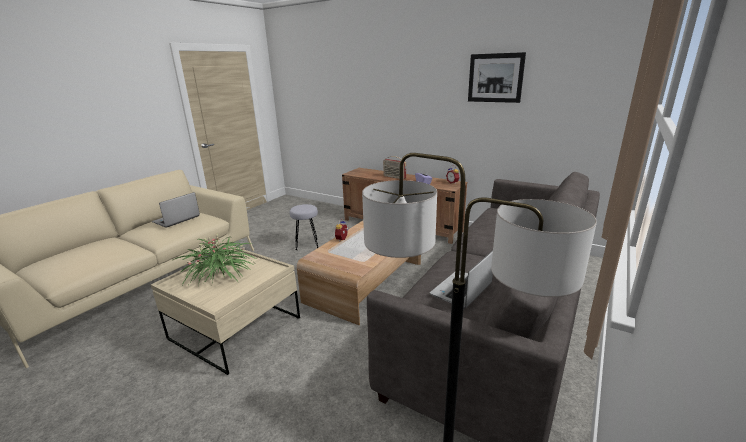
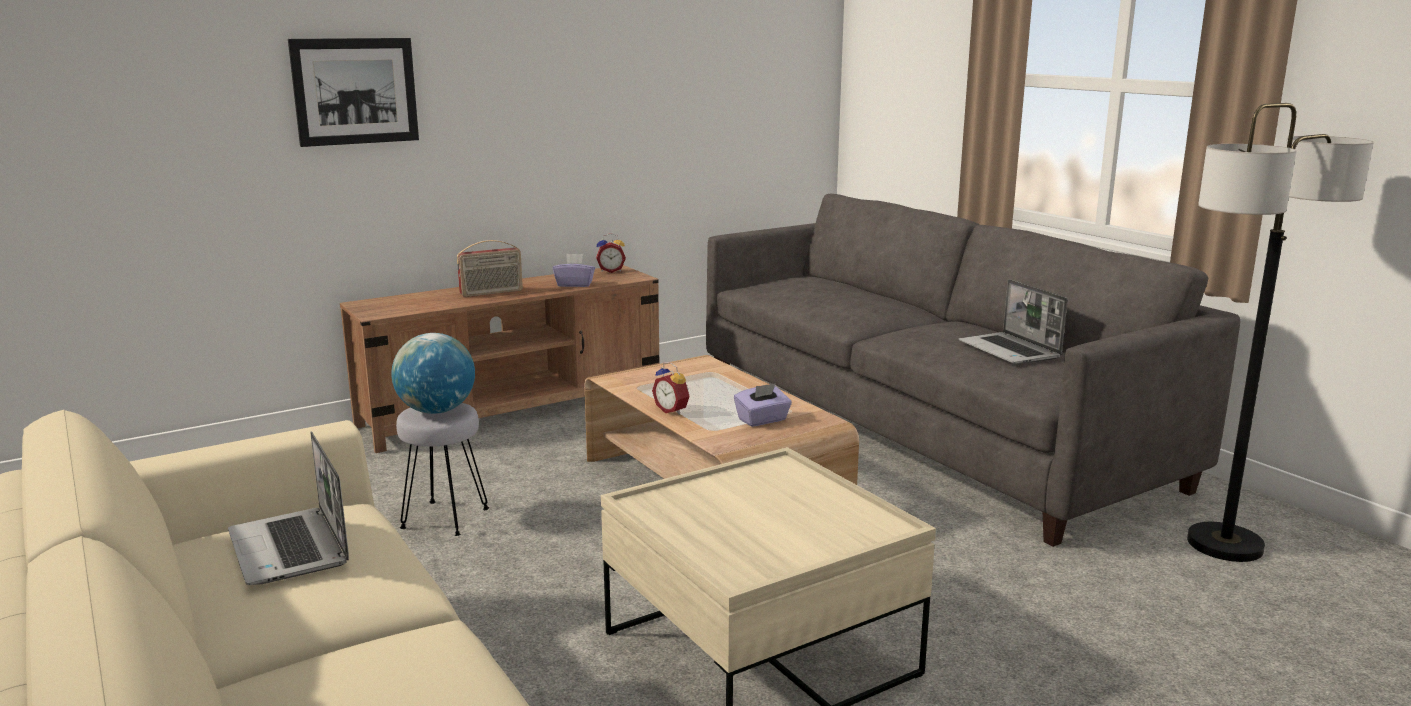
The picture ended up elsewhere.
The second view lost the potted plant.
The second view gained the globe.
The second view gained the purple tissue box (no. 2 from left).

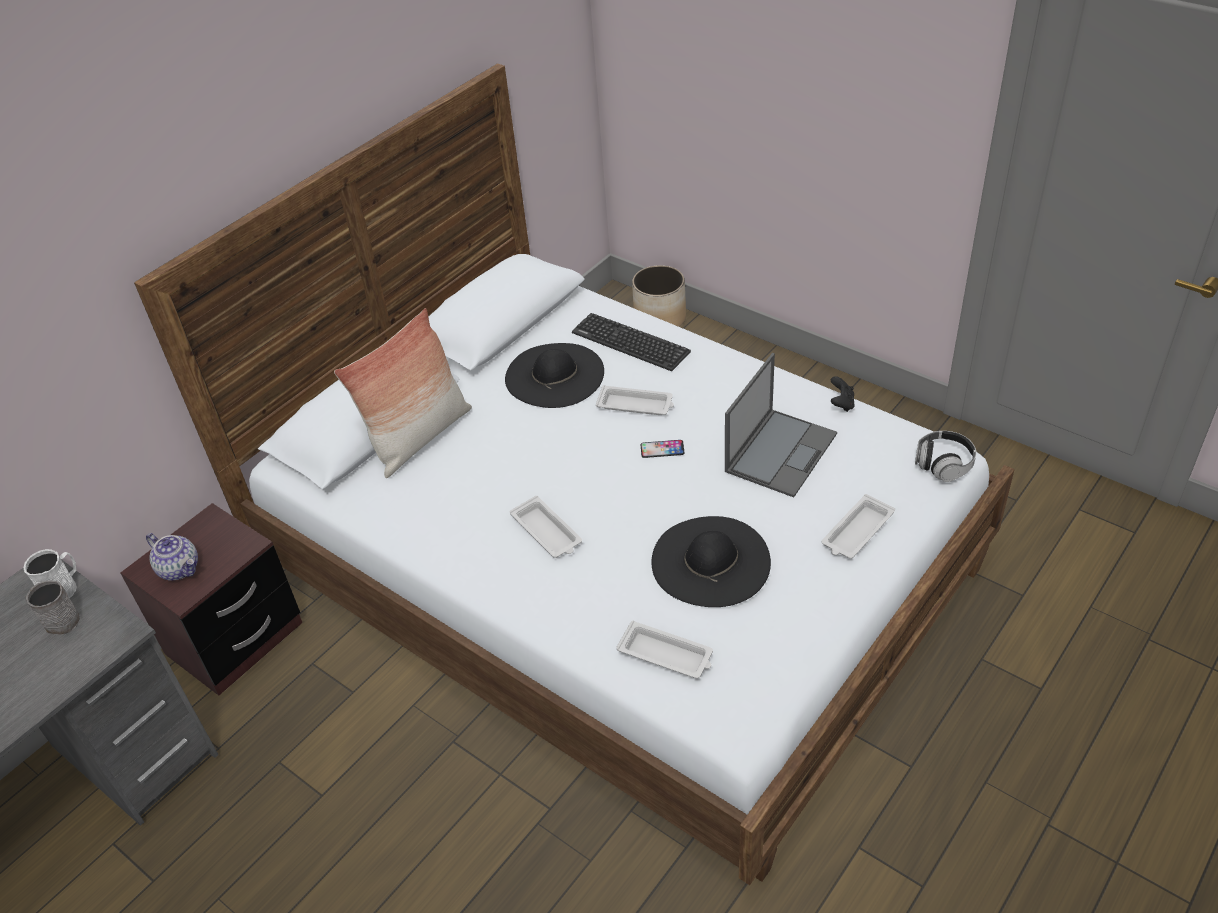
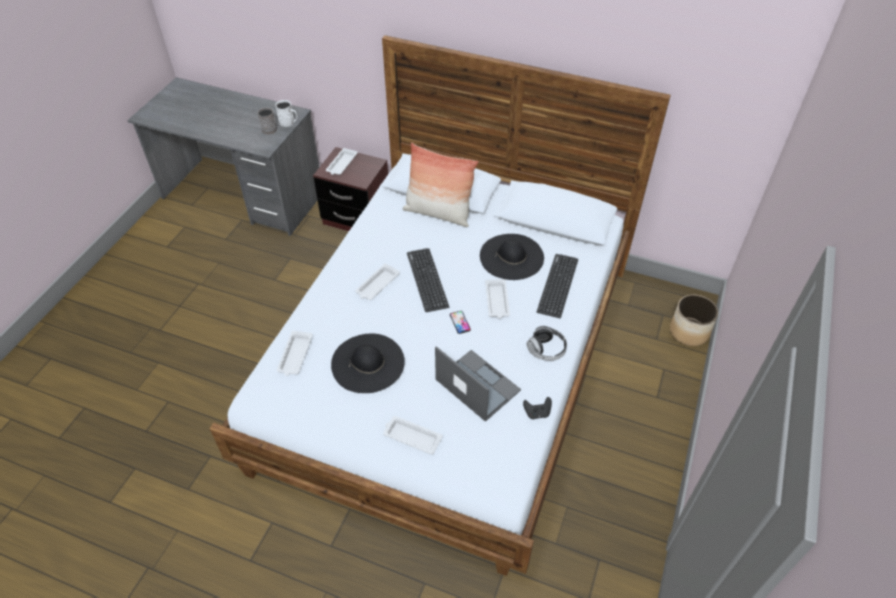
The laptop ended up facing another way, 150 degrees counterclockwise from before.
The headphones ended up elsewhere.
Where the teapot stood, the white tray (no. 2 from left) came to stand.
The second view gained the keyboard (no. 1 from left).

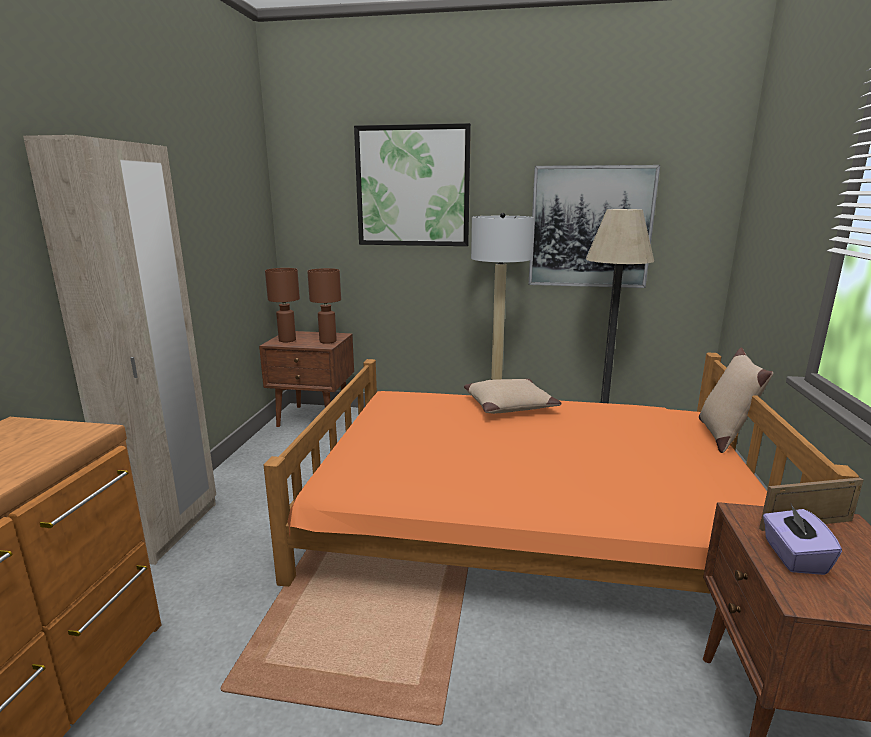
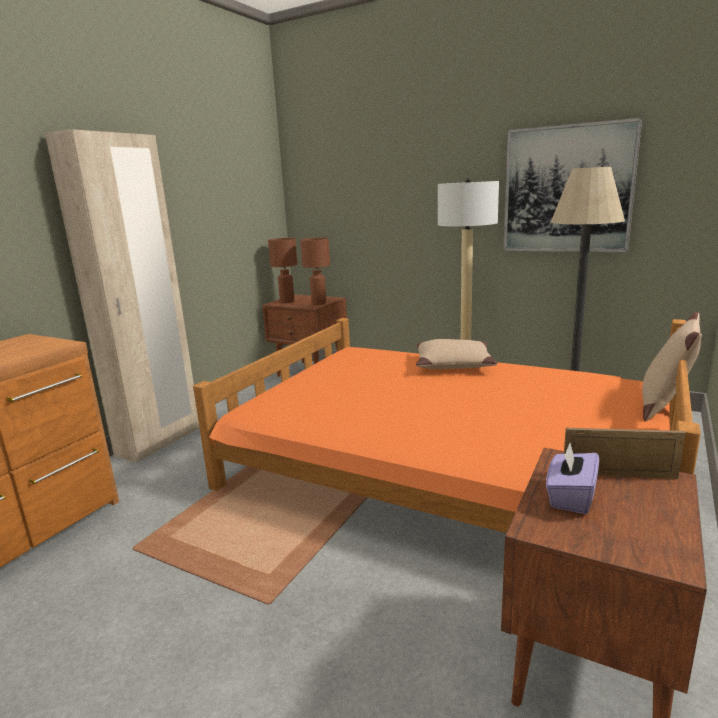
The second view lost the picture (no. 1 from left).

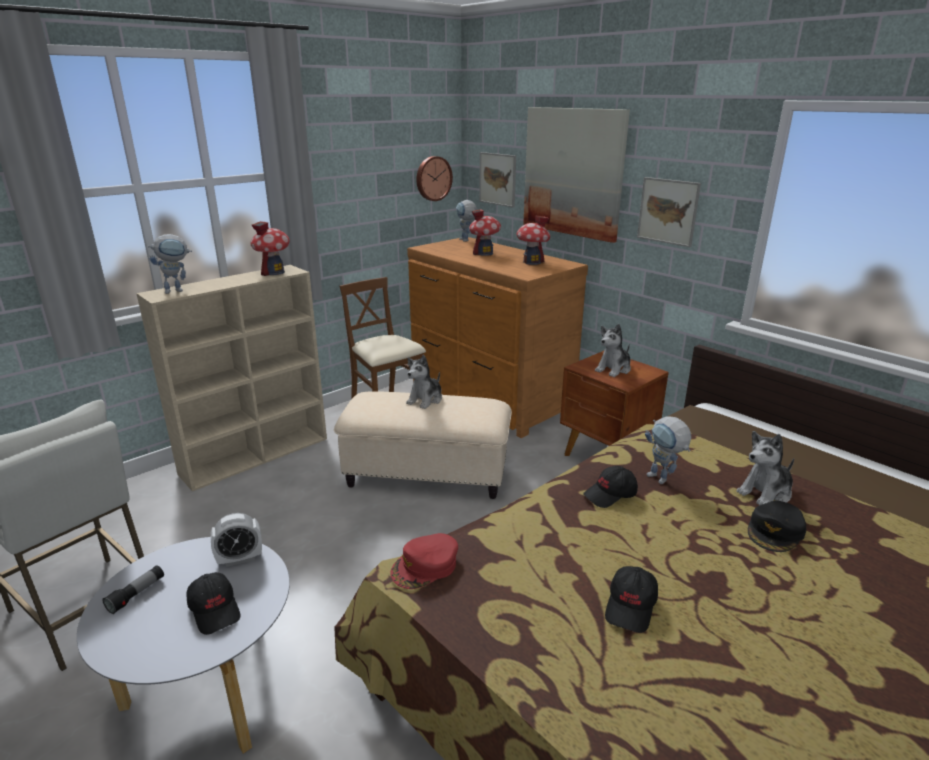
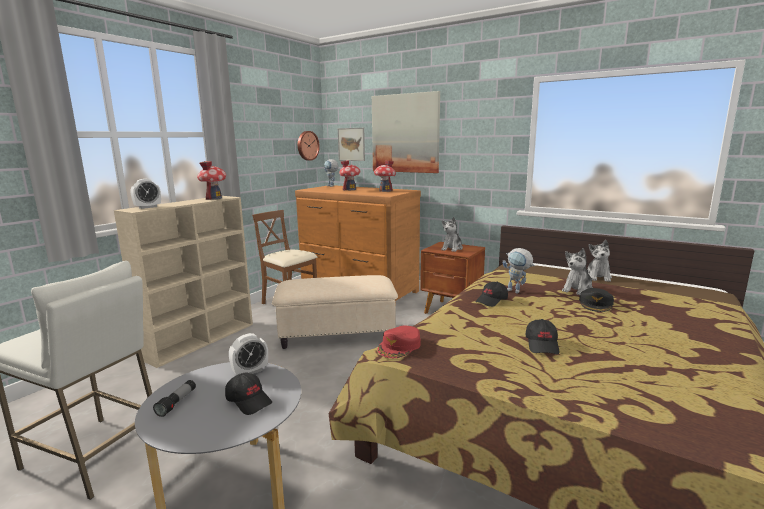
The second view lost the picture (no. 3 from left).
Where the toy robot (no. 1 from left) stood, the alarm clock (no. 1 from left) came to stand.
The plush toy (no. 1 from left in the first image) ended up elsewhere.

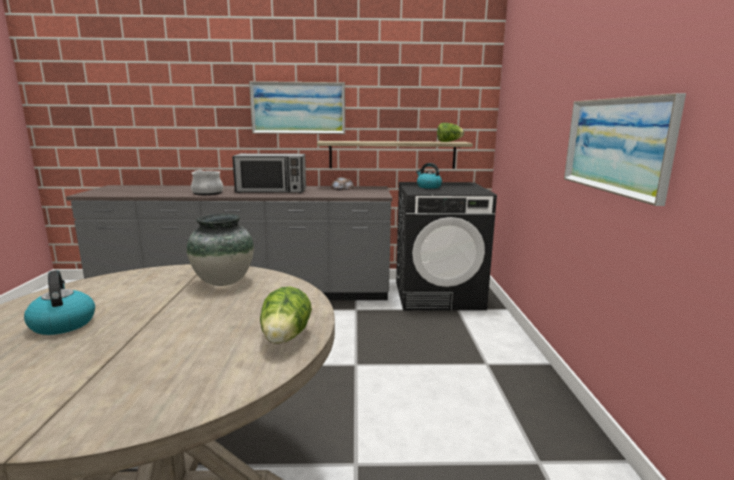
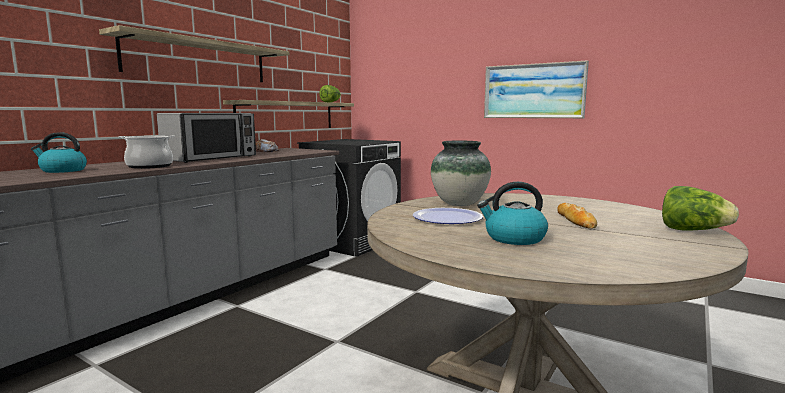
Where the picture (no. 1 from left) hung, the shelf (no. 1 from left) came to hang.
The kettle (no. 2 from left in the first image) ended up elsewhere.
The lettuce (no. 1 from left in the first image) ended up elsewhere.
The second view gained the bread (no. 2 from left).
The second view gained the plate.

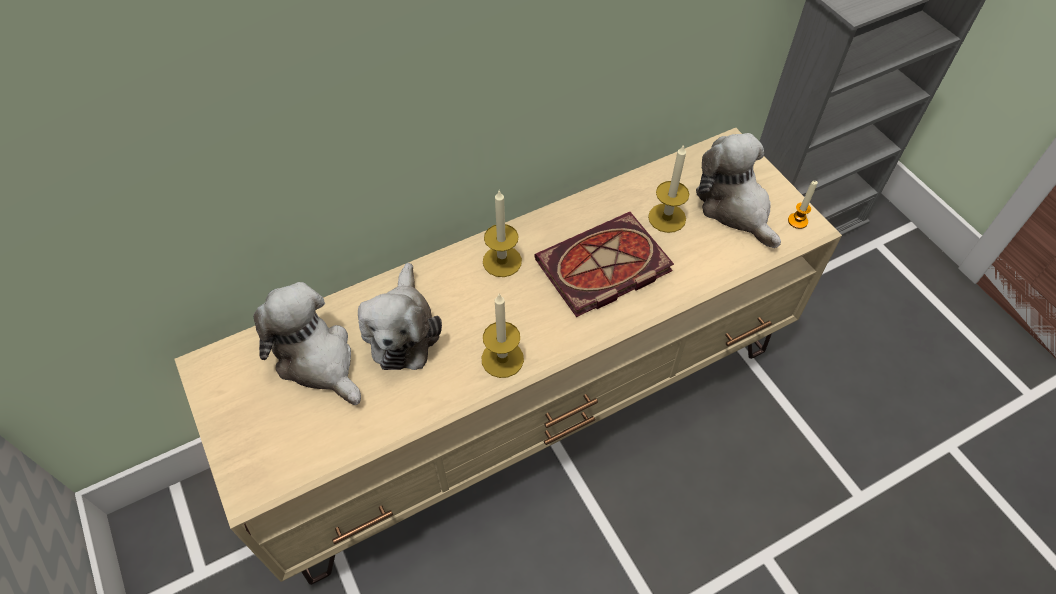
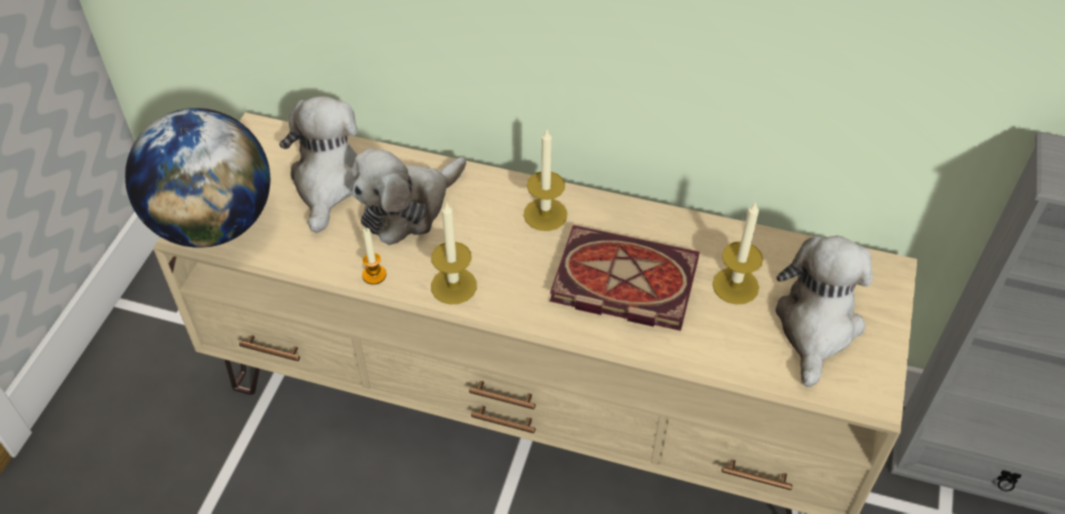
The candle (no. 4 from left in the first image) ended up elsewhere.
The second view gained the globe.

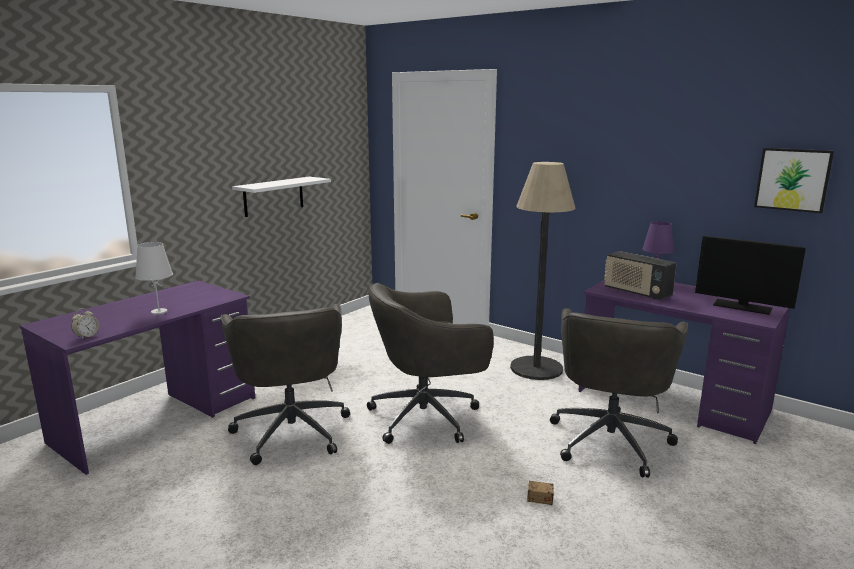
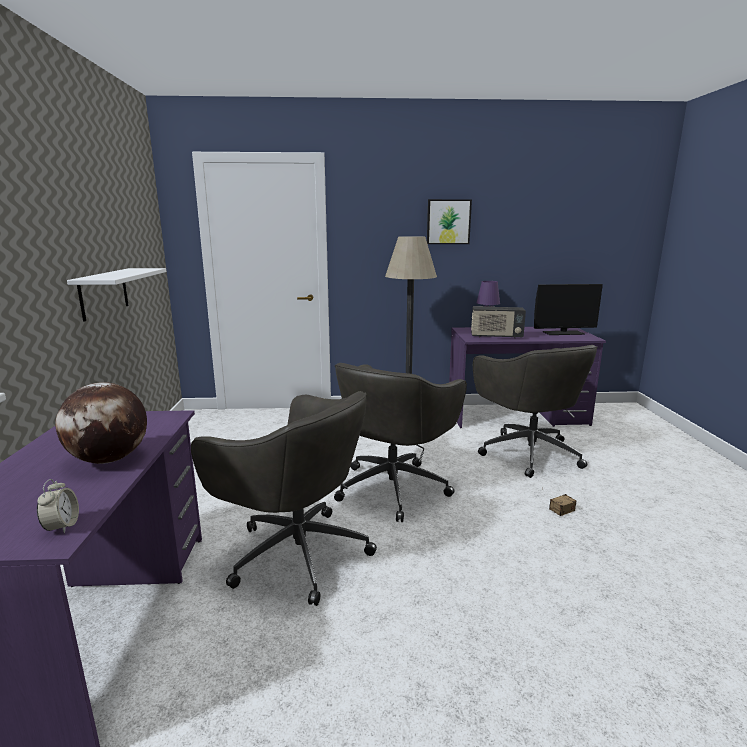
The picture ended up elsewhere.
Where the white table lamp stood, the globe came to stand.

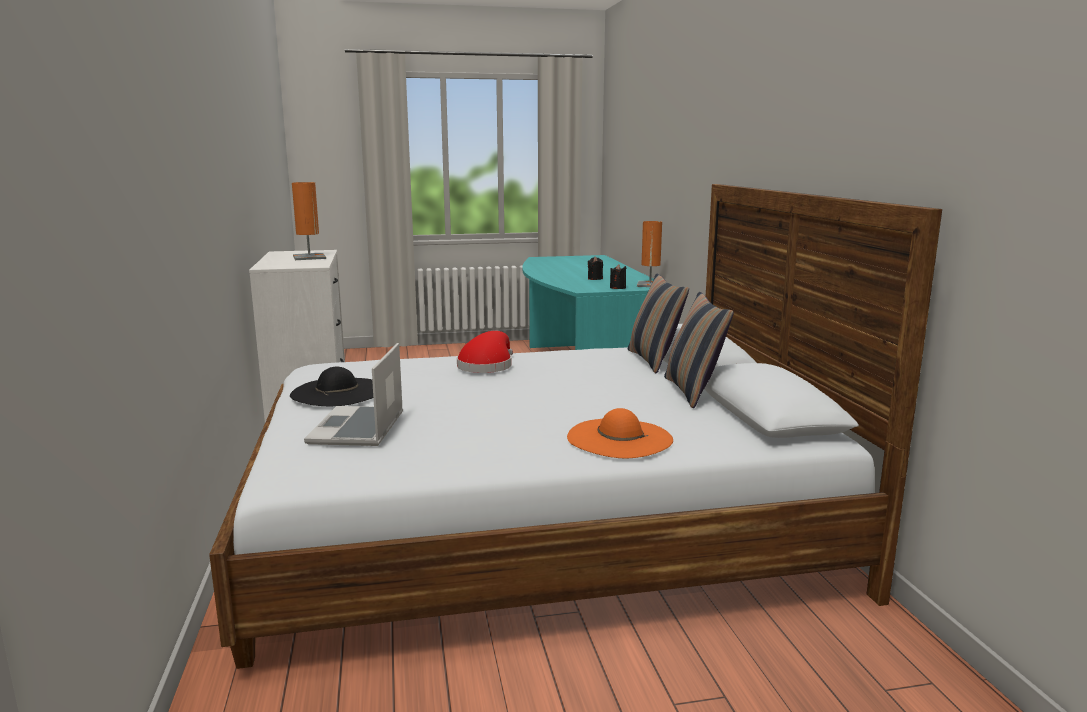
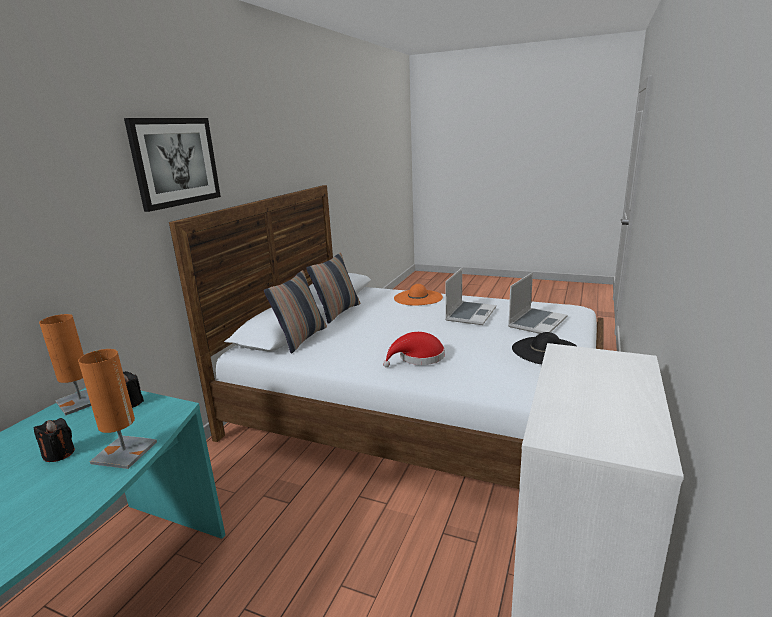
The orange table lamp (no. 1 from left in the first image) ended up elsewhere.
The second view gained the picture.
The second view gained the laptop (no. 1 from left).

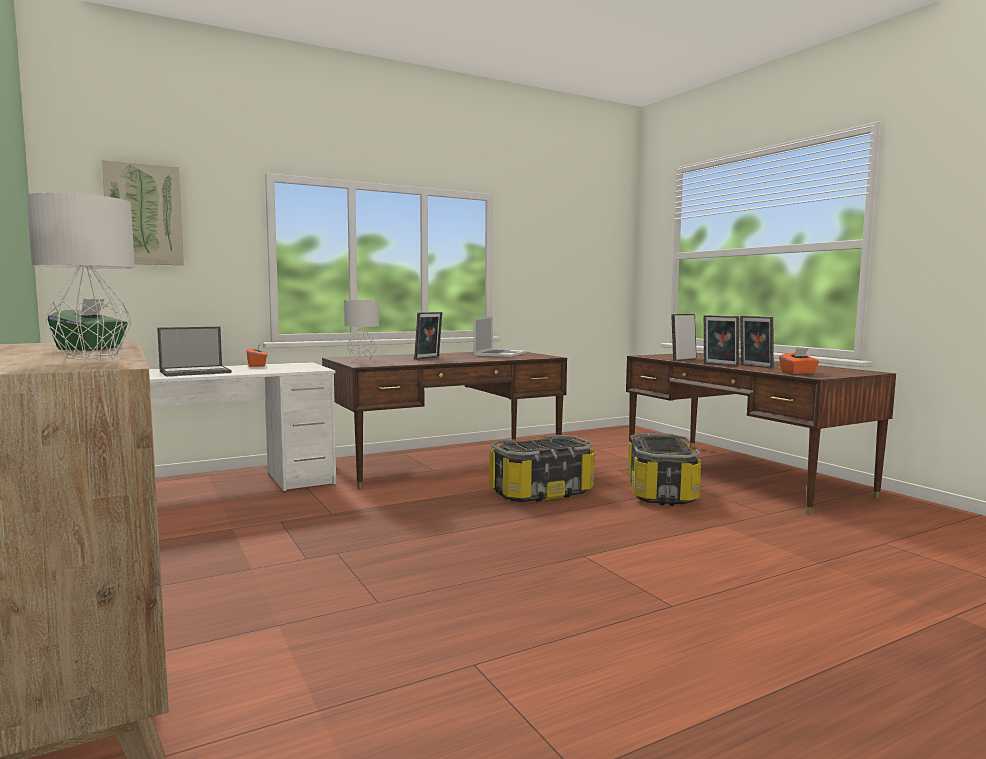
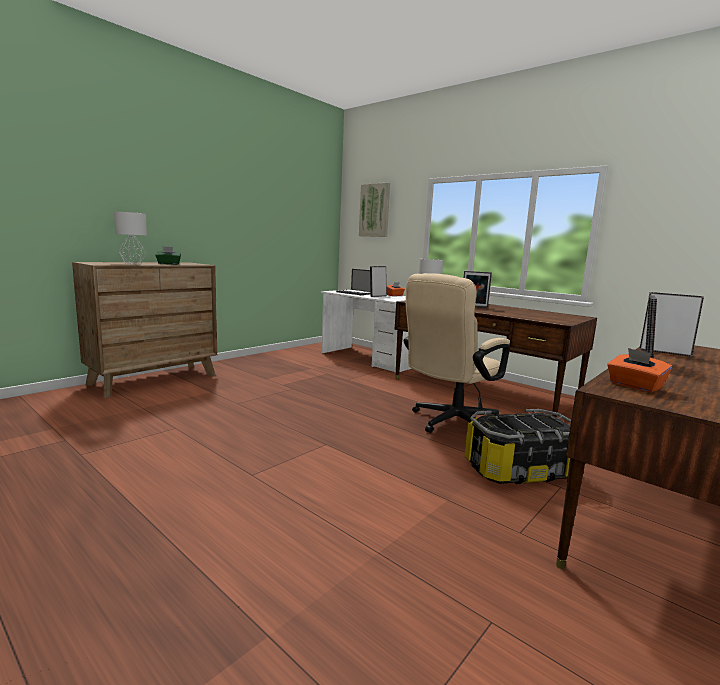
The second view lost the laptop (no. 2 from left).
The picture frame (no. 4 from left in the first image) ended up elsewhere.
Where the storage box (no. 1 from left) stood, the beige office chair came to stand.

